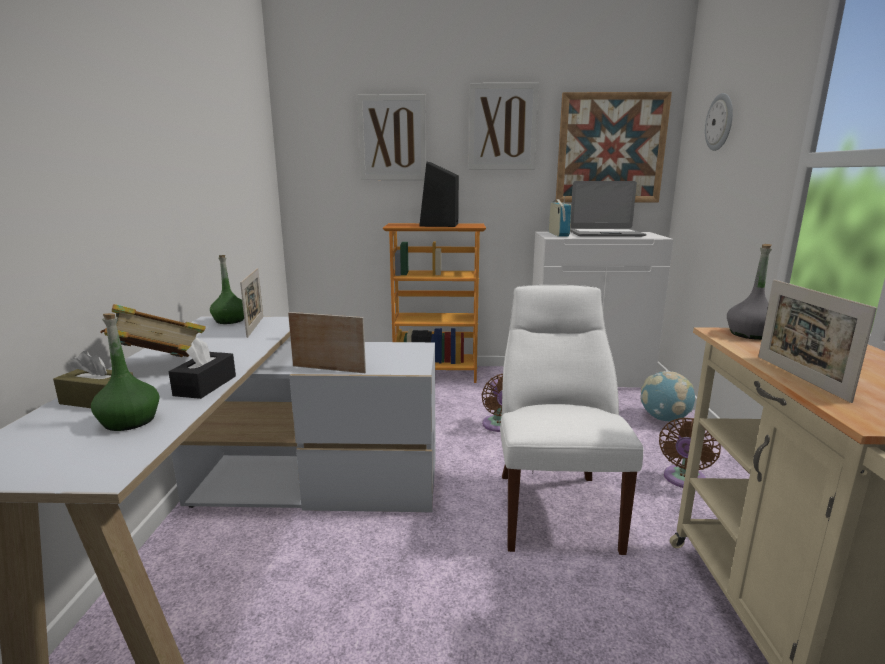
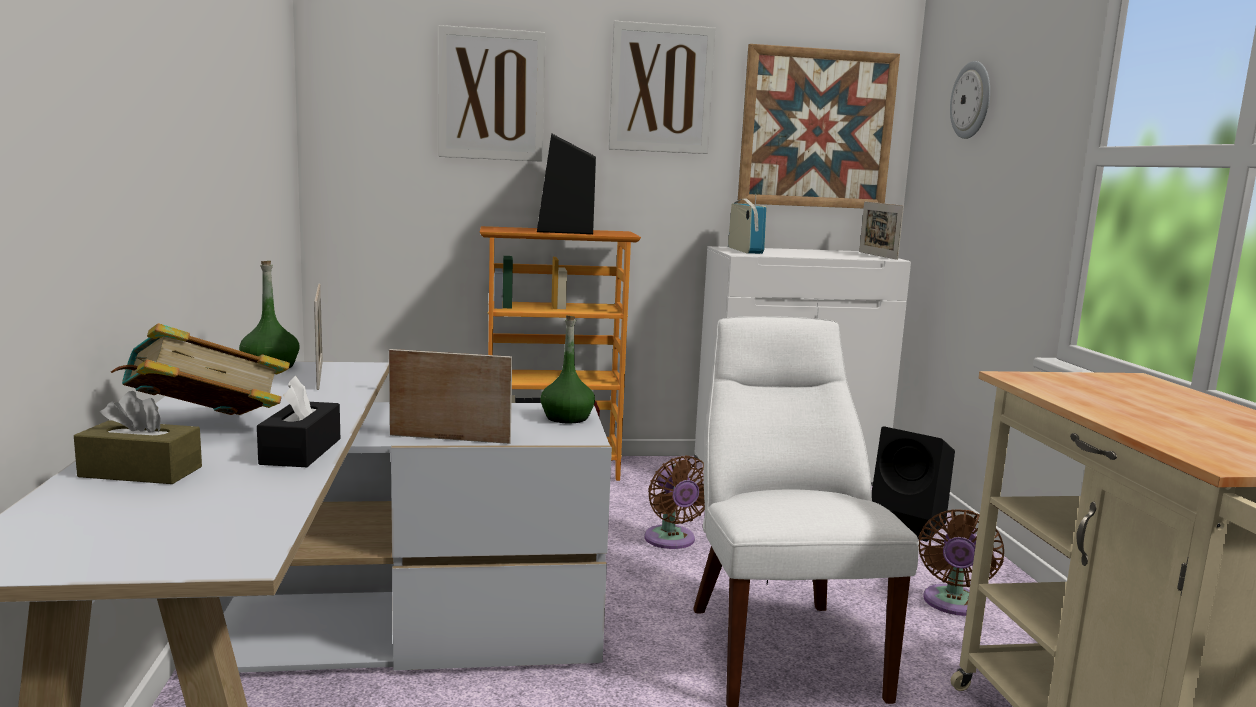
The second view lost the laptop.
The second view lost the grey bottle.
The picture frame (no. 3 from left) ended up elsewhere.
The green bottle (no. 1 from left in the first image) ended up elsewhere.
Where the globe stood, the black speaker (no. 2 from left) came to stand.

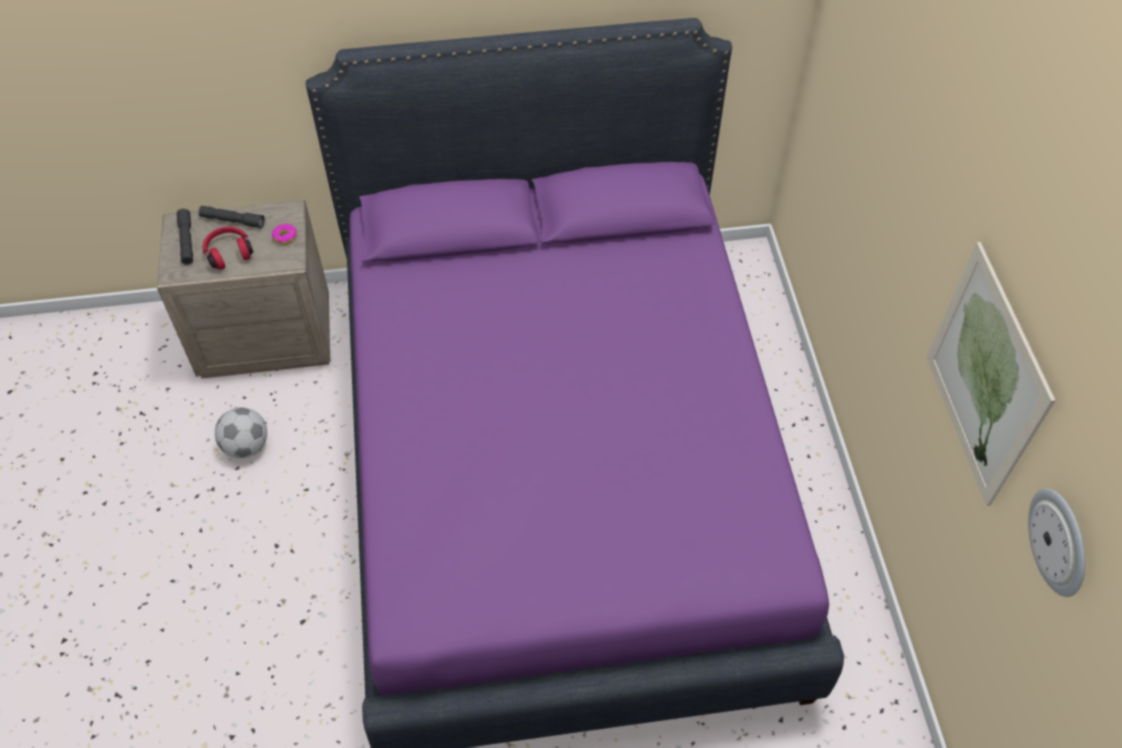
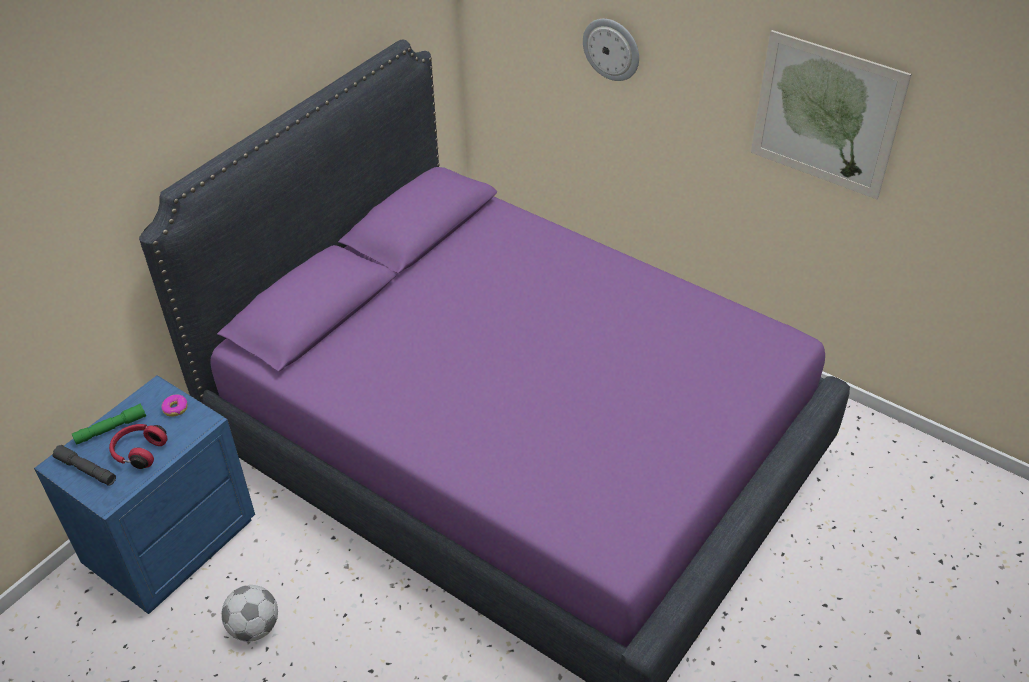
What was the beige nightstand turned into the blue nightstand.
What was the grey flashlight (no. 2 from left) turned into the green flashlight.
The wall clock ended up elsewhere.

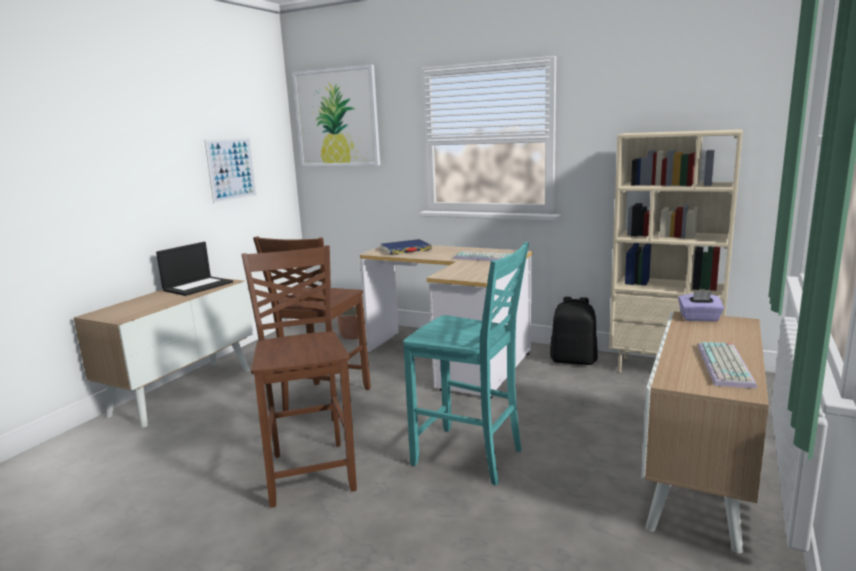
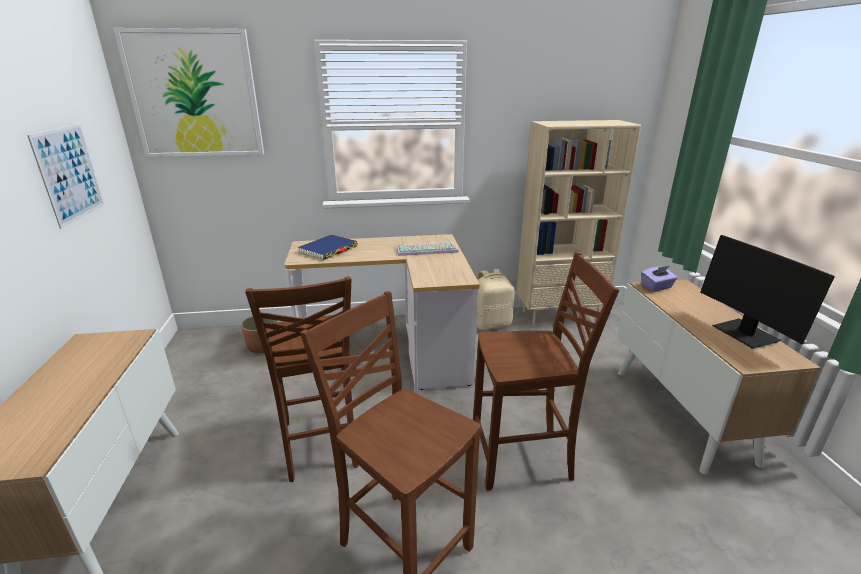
The second view lost the laptop.
What was the turquoise chair turned into the brown chair (no. 3 from left).
What was the black backpack turned into the beige backpack.
Where the keyboard (no. 2 from left) stood, the monitor came to stand.

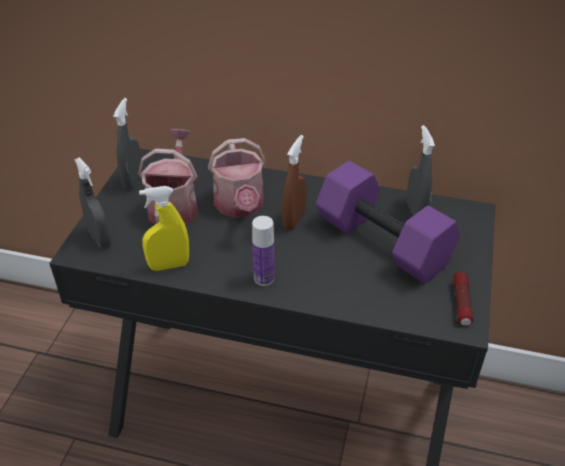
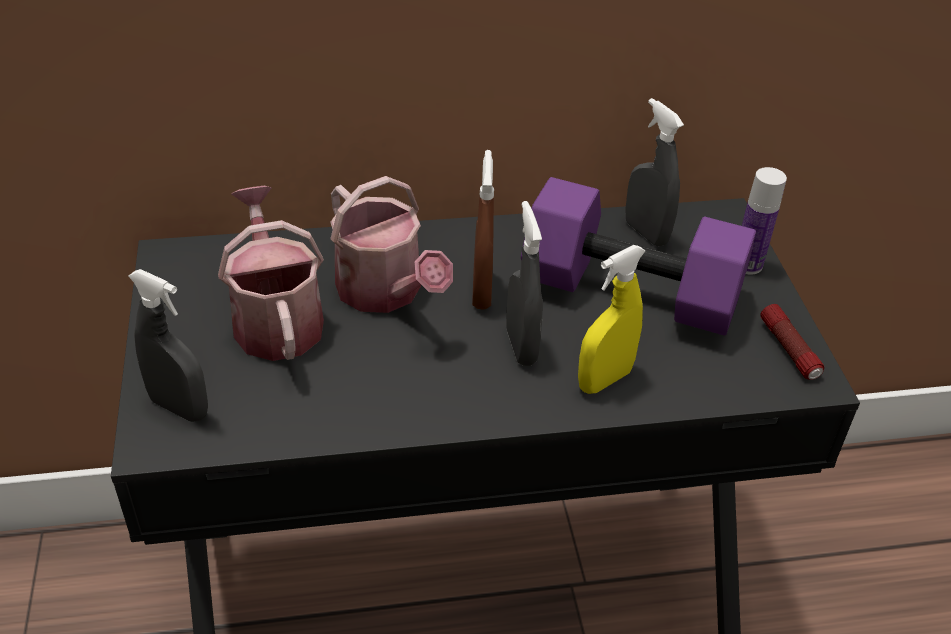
The grey spray bottle (no. 2 from left) ended up elsewhere.
The yellow spray bottle ended up elsewhere.
The bottle ended up elsewhere.

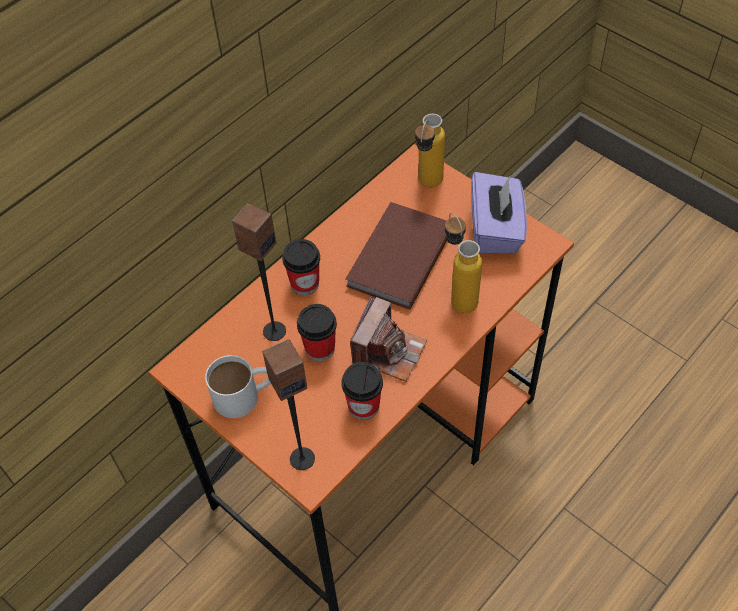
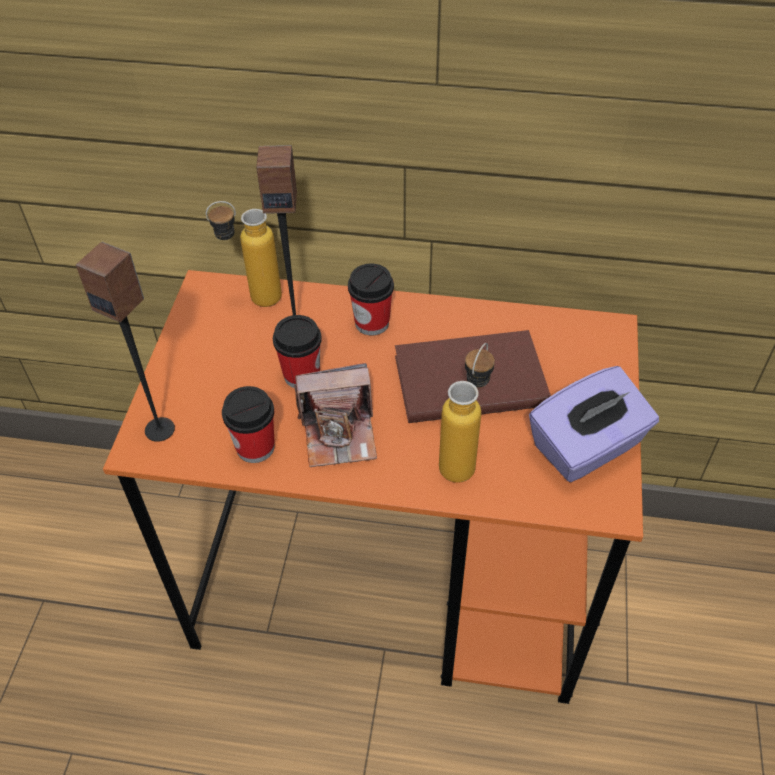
The bottle (no. 1 from left) ended up elsewhere.
The second view lost the white mug.

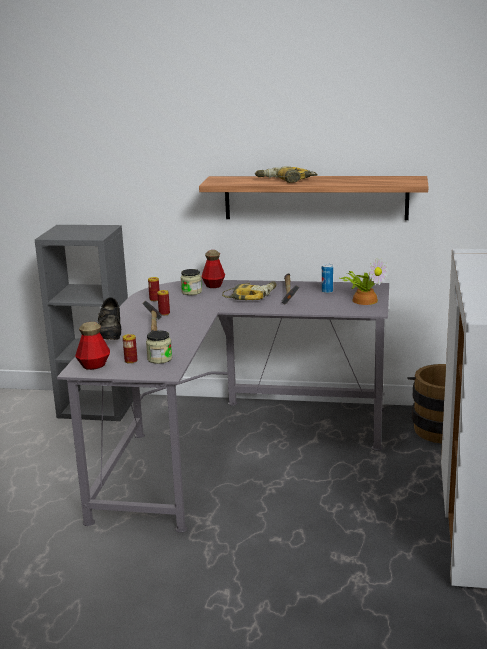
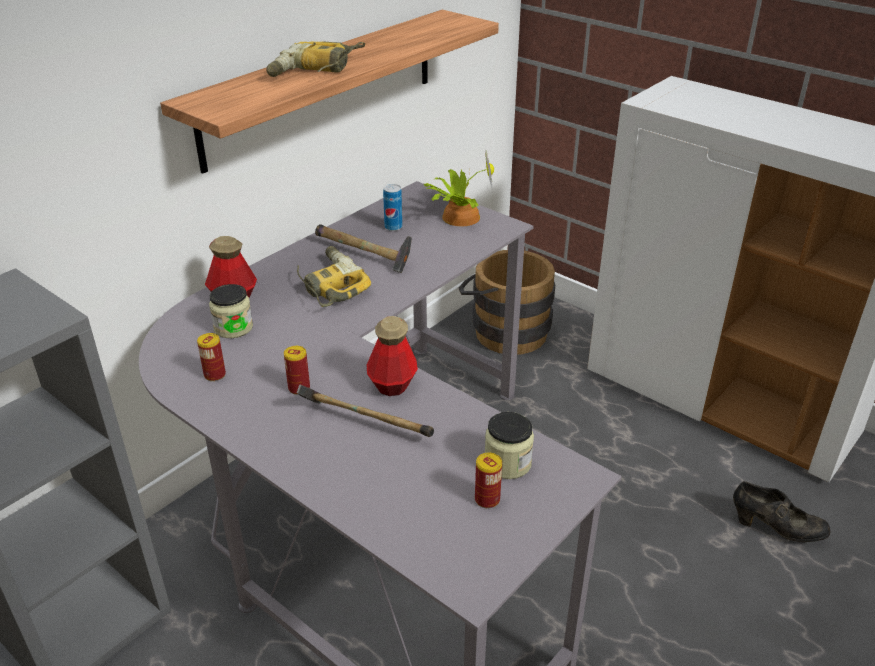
The black shoe ended up elsewhere.
The bottle (no. 1 from left in the first image) ended up elsewhere.

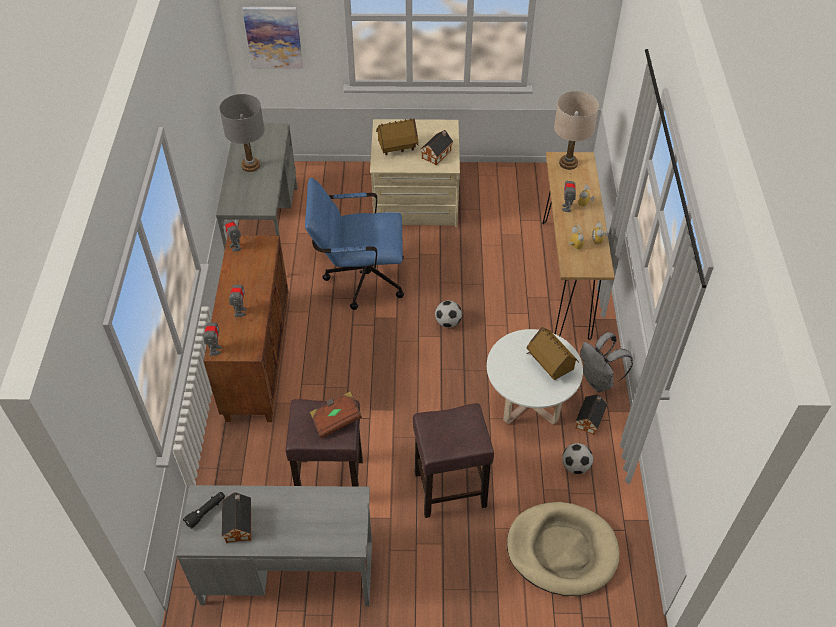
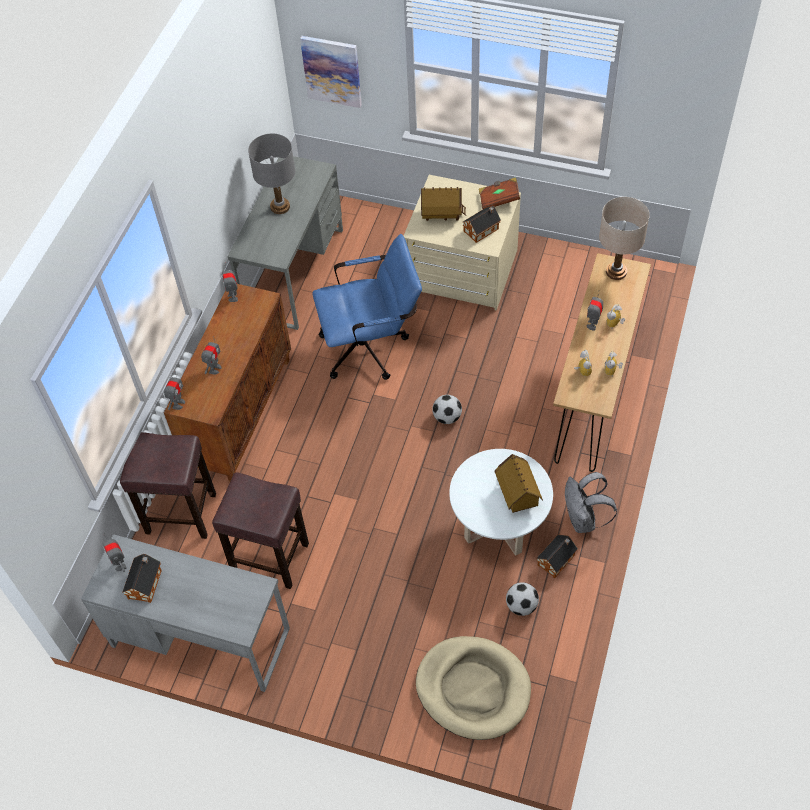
The blue office chair ended up facing another way, 150 degrees clockwise from before.
The brown book ended up elsewhere.
The brown stool (no. 2 from left in the first image) ended up elsewhere.
Where the black flashlight stood, the toy robot (no. 1 from left) came to stand.

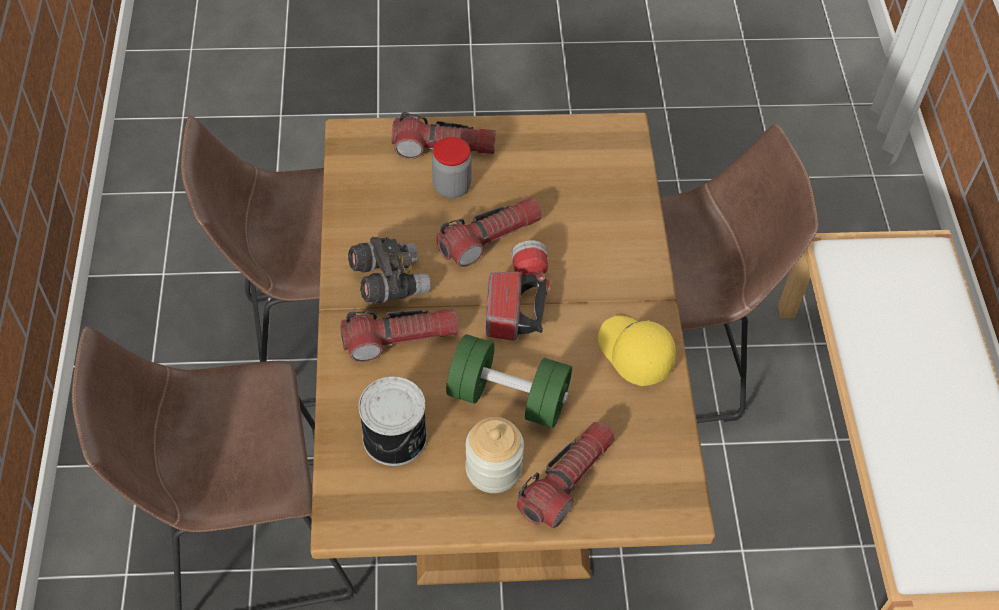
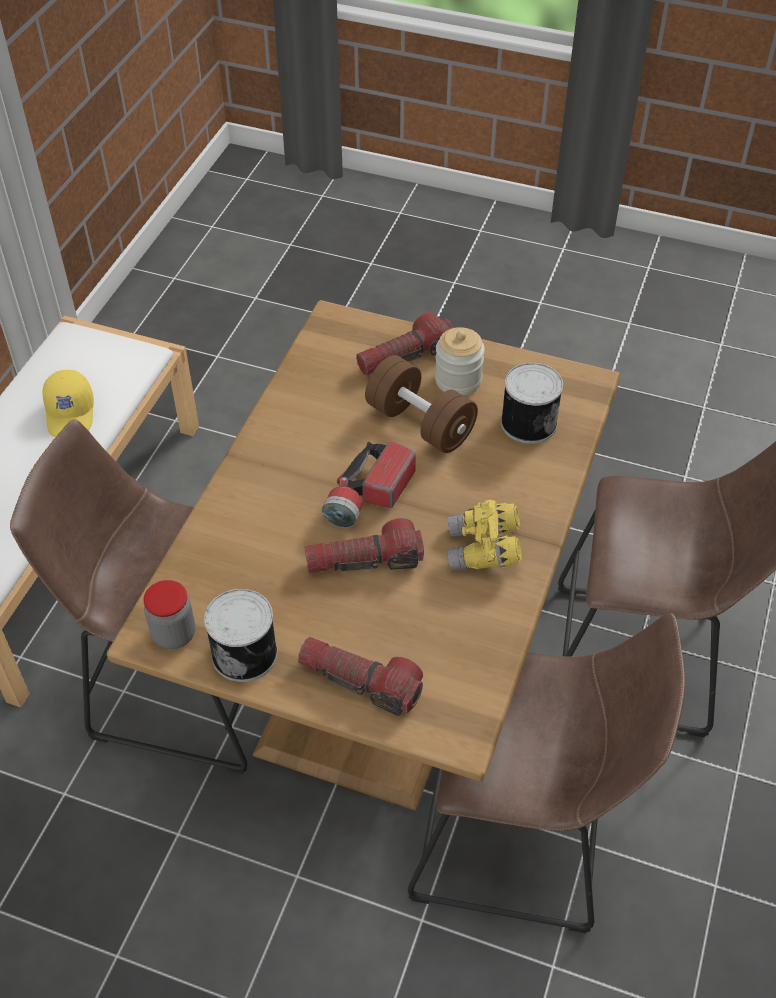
The jar (no. 1 from left) ended up elsewhere.
What was the grey binoculars turned into the yellow binoculars.
The second view lost the flashlight (no. 1 from left).
The yellow cap ended up elsewhere.
What was the green dumbbell turned into the brown dumbbell.
The second view gained the can (no. 1 from left).

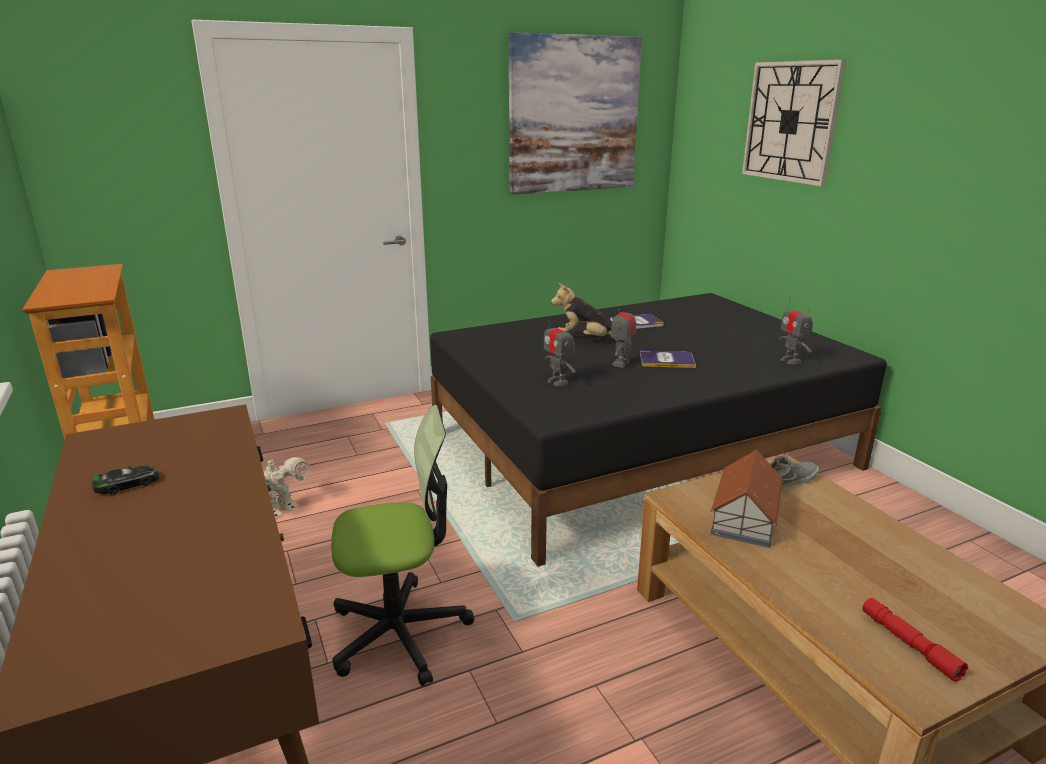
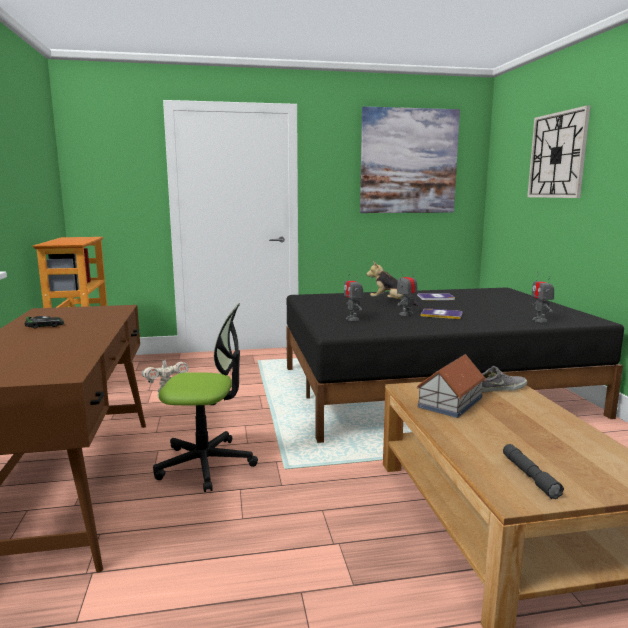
What was the red flashlight turned into the grey flashlight.

